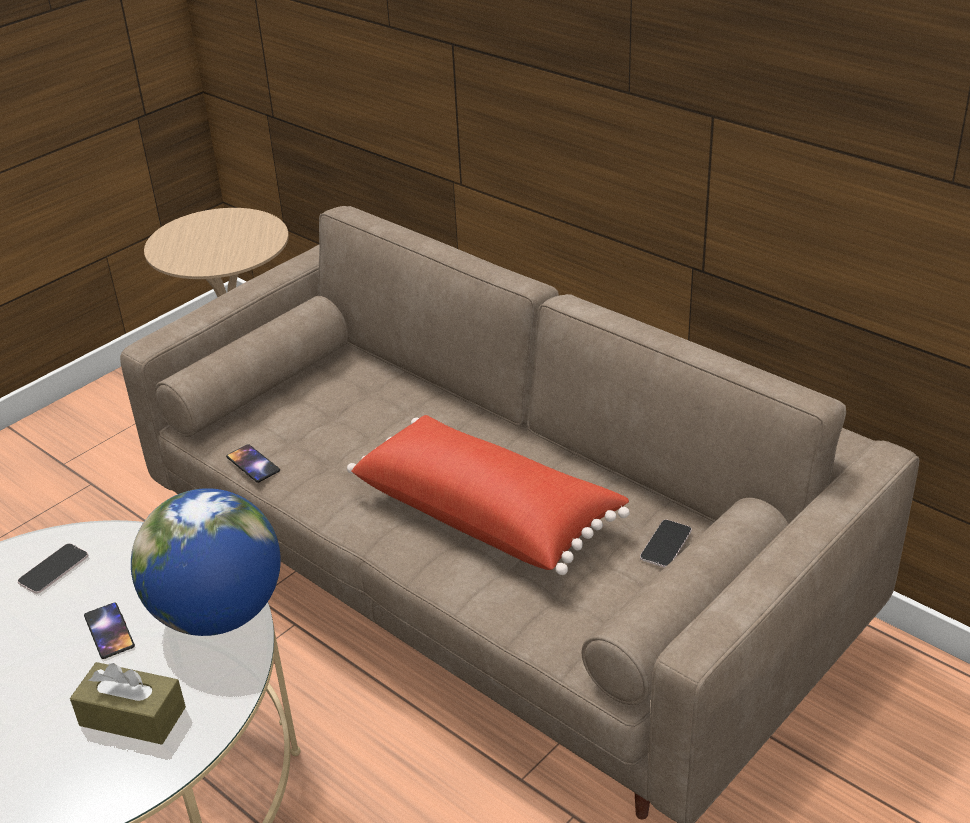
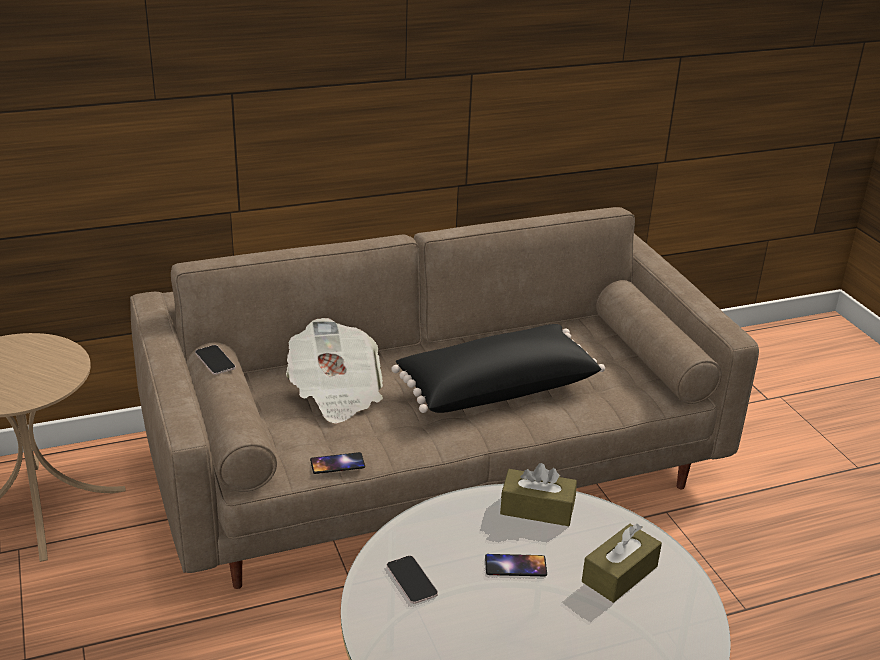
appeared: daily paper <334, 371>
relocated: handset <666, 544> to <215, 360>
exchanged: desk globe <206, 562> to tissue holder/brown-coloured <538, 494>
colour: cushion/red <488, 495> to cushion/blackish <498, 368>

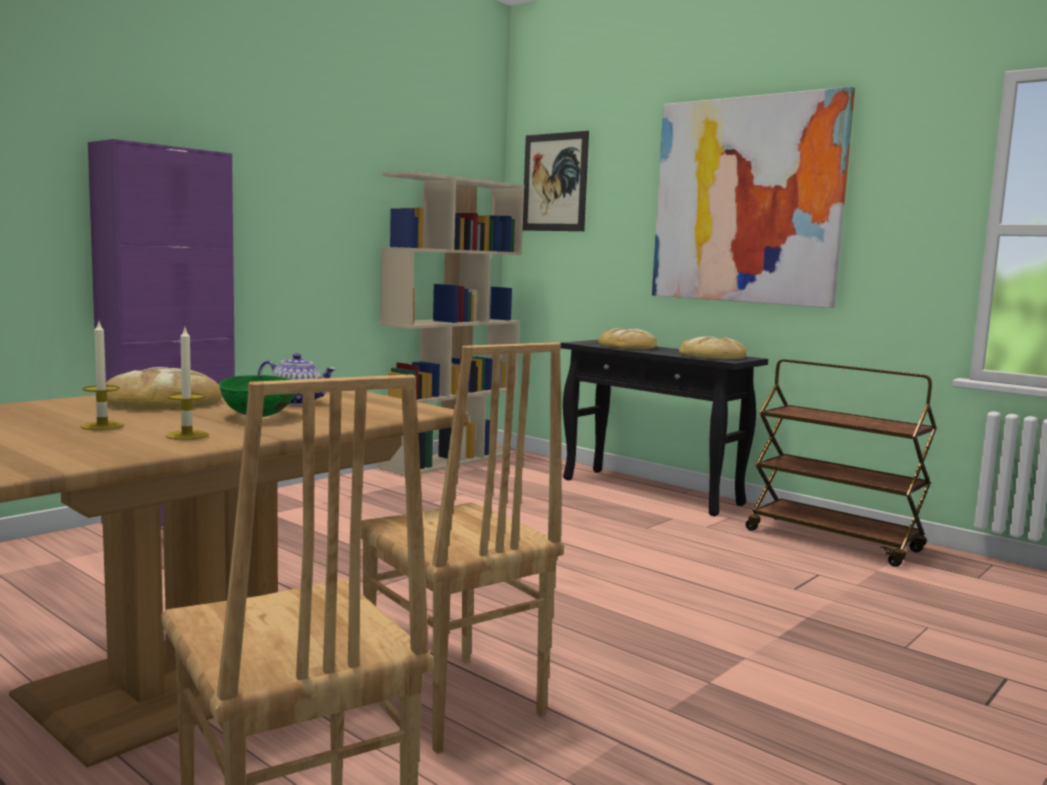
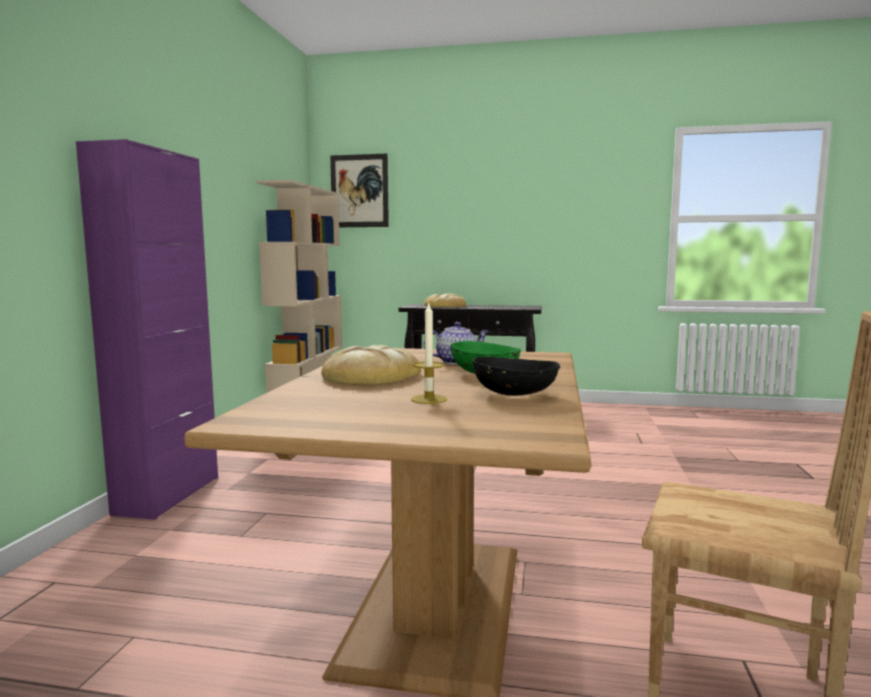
missing: upright chair/brown-coloured <462, 548>; picture <753, 197>; bread <713, 347>; trolley/brown-coloured <841, 463>
exchanged: wax light <187, 384> to deep dish/blackish <516, 376>

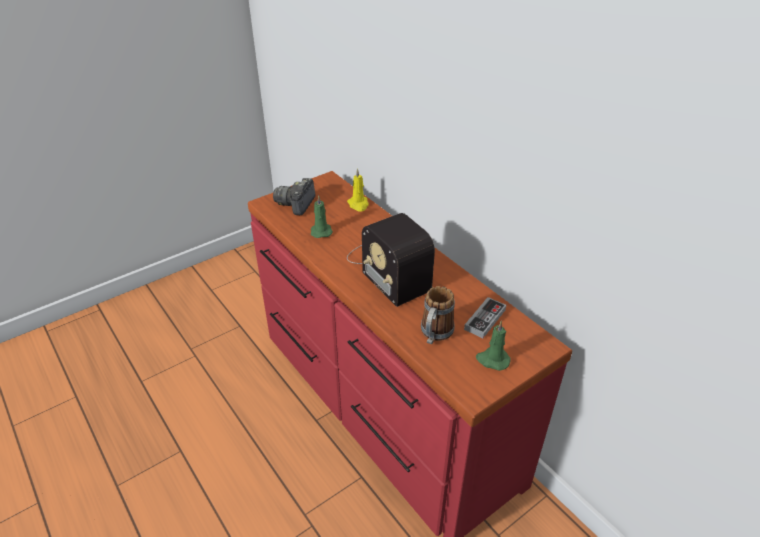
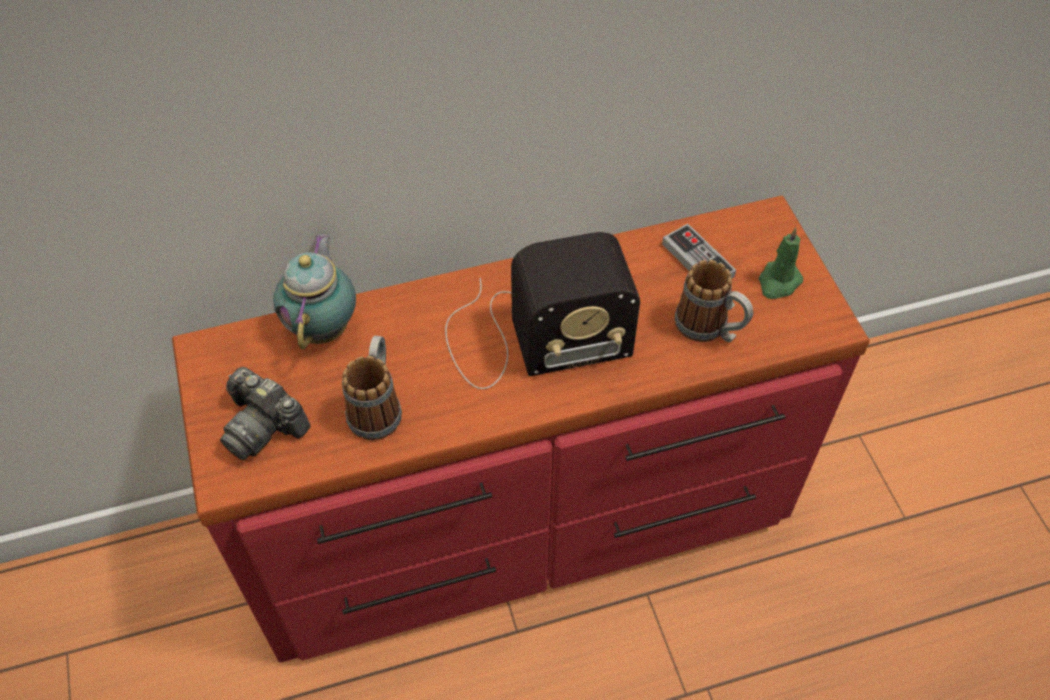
exchanged: wax light/green <322, 216> to tea mug <372, 388>; wax light/yellow-coloured <358, 190> to tea pot <314, 291>

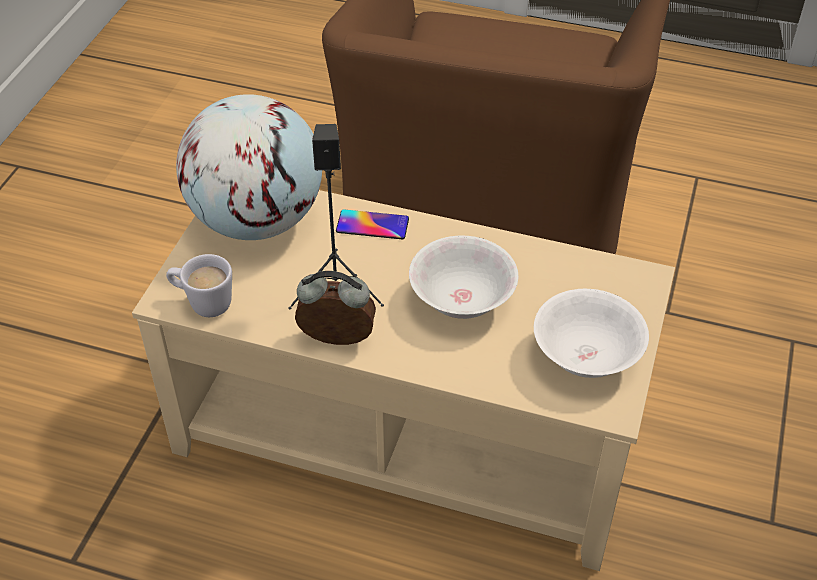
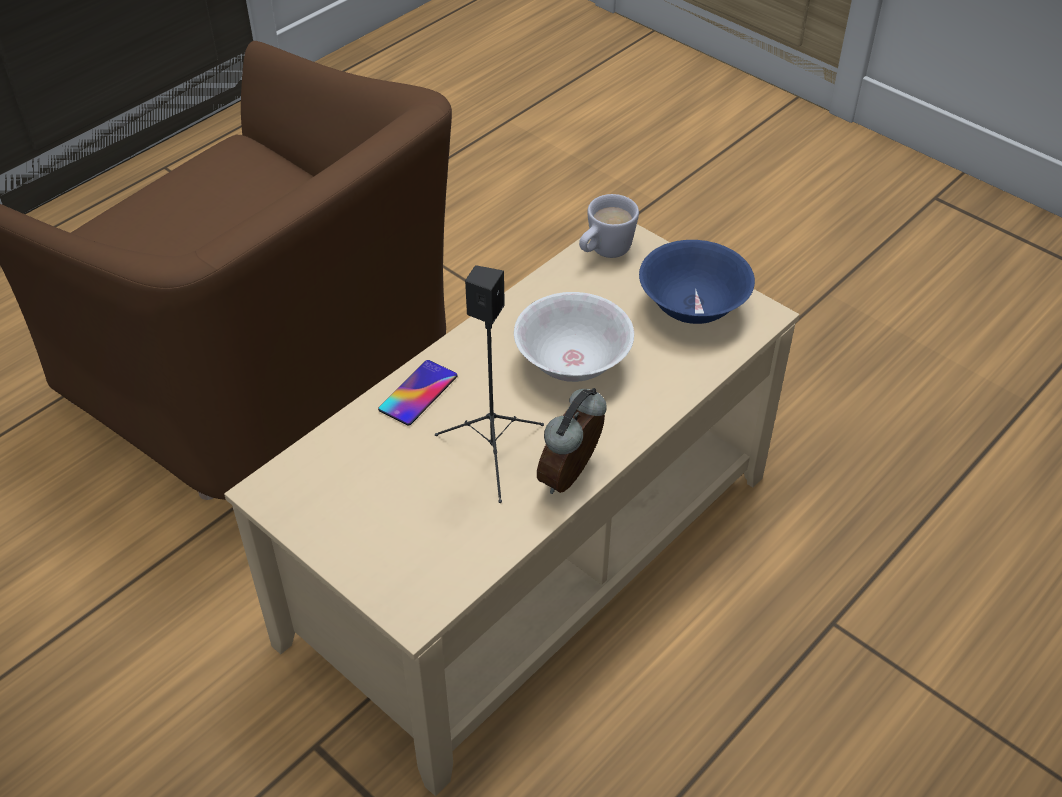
missing: desk globe <249, 167>
relocated: tea mug/whitish <199, 285> to <609, 226>
colour: deep dish/whitish <591, 333> to deep dish/blue <697, 282>

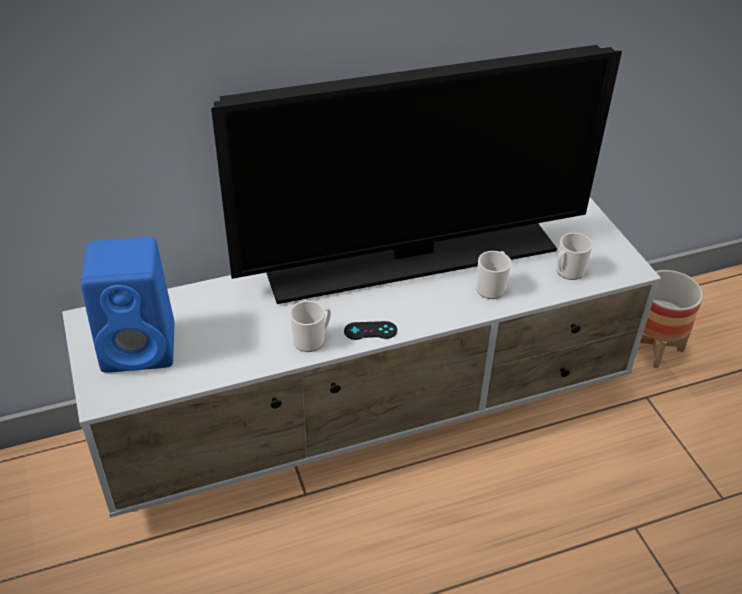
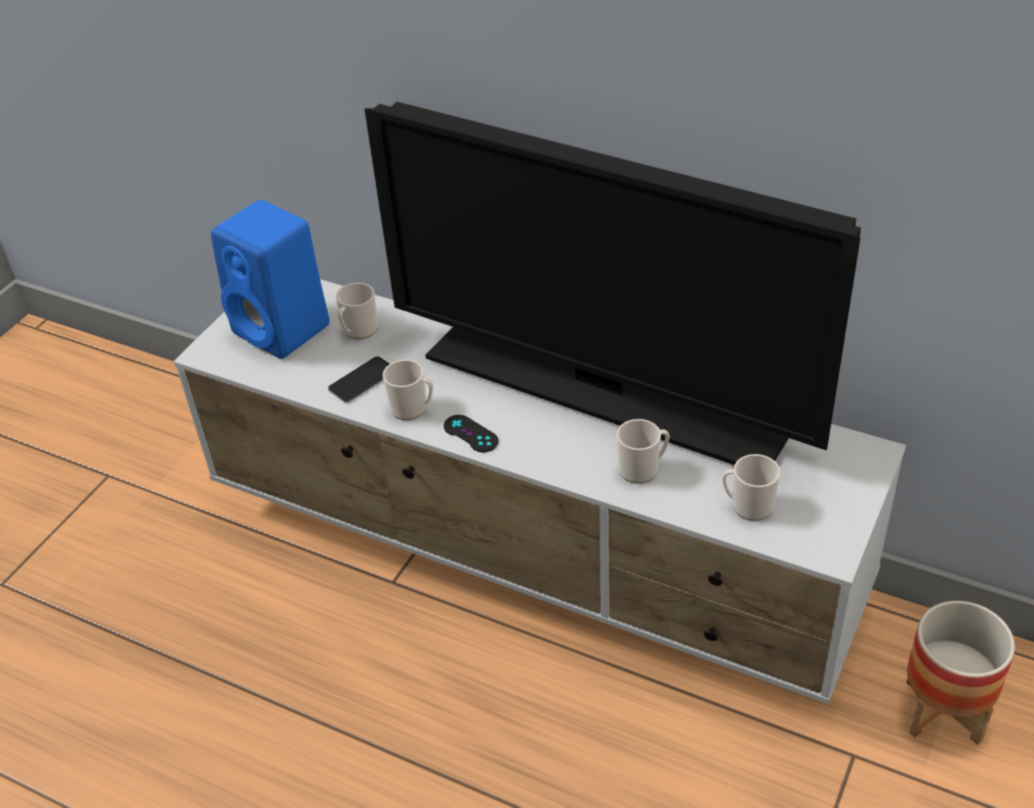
appeared: handset <359, 379>; tea mug <357, 311>

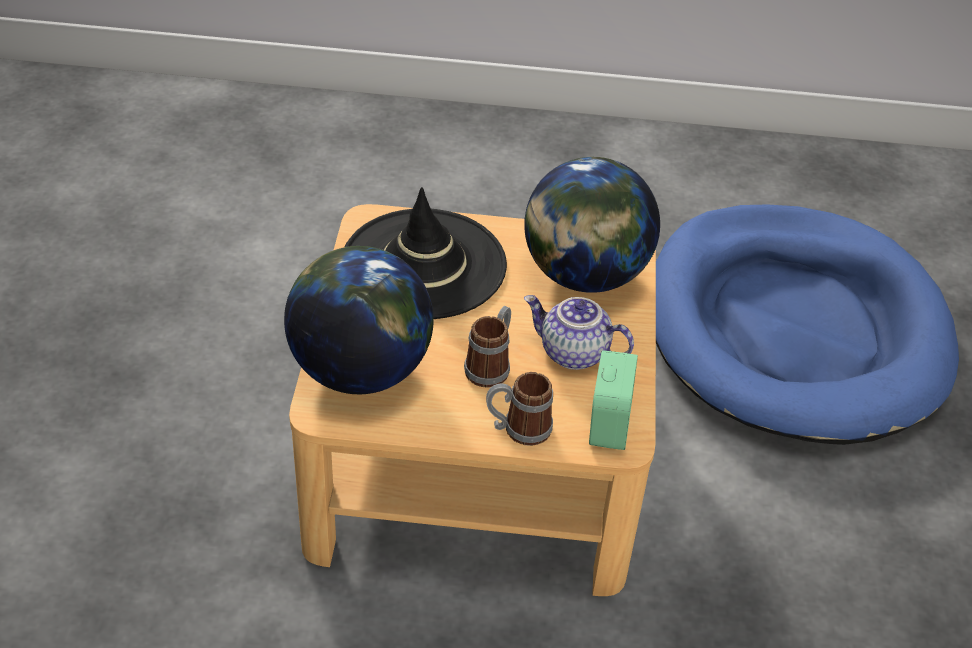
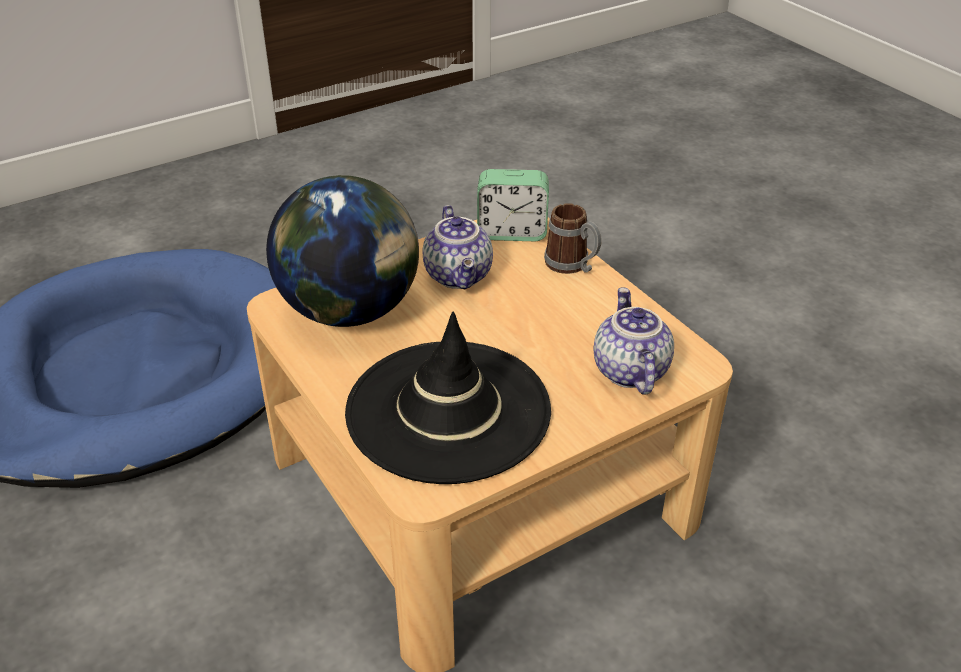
missing: tea mug <487, 347>
exchanged: desk globe <359, 320> to tea pot <634, 341>
spun: alarm clock <613, 400> = <513, 205> 150 degrees counterclockwise

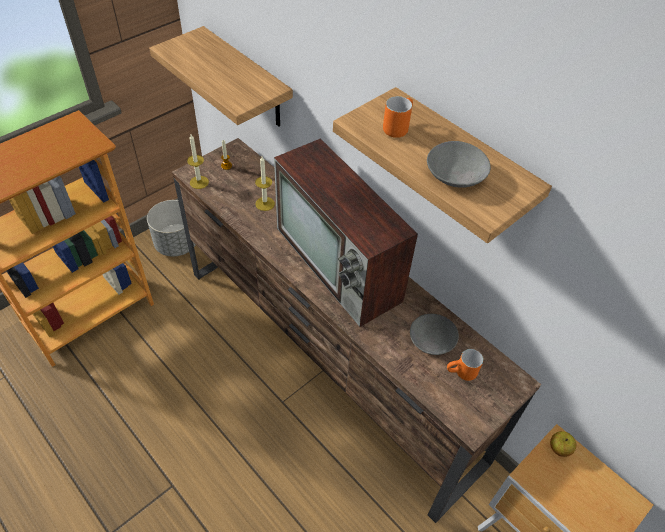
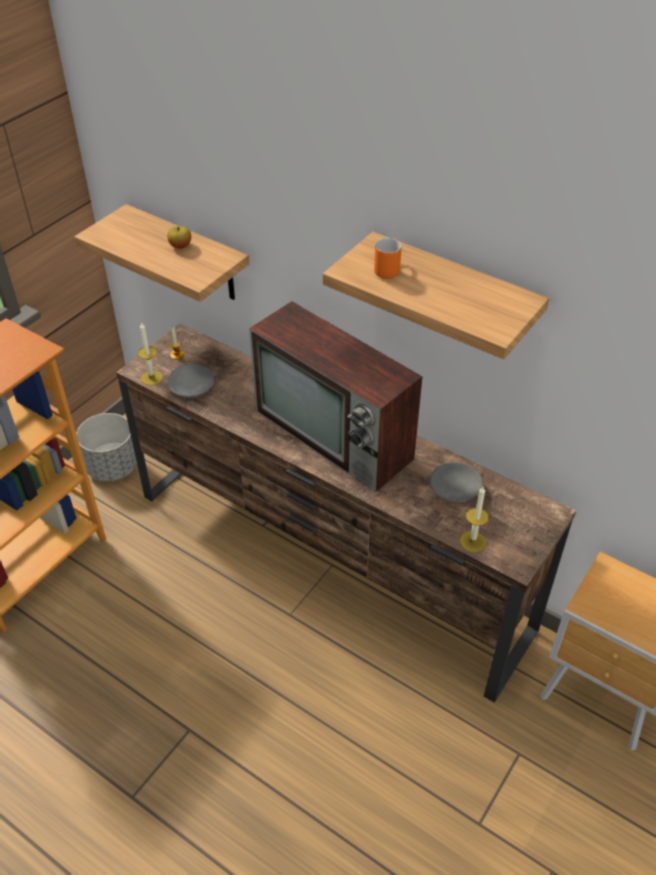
missing: tea mug/orange-coloured <465, 365>
relocated: wax light <265, 183> to <474, 519>; deep dish/gray <459, 164> to <190, 381>; whole apple <563, 444> to <179, 237>

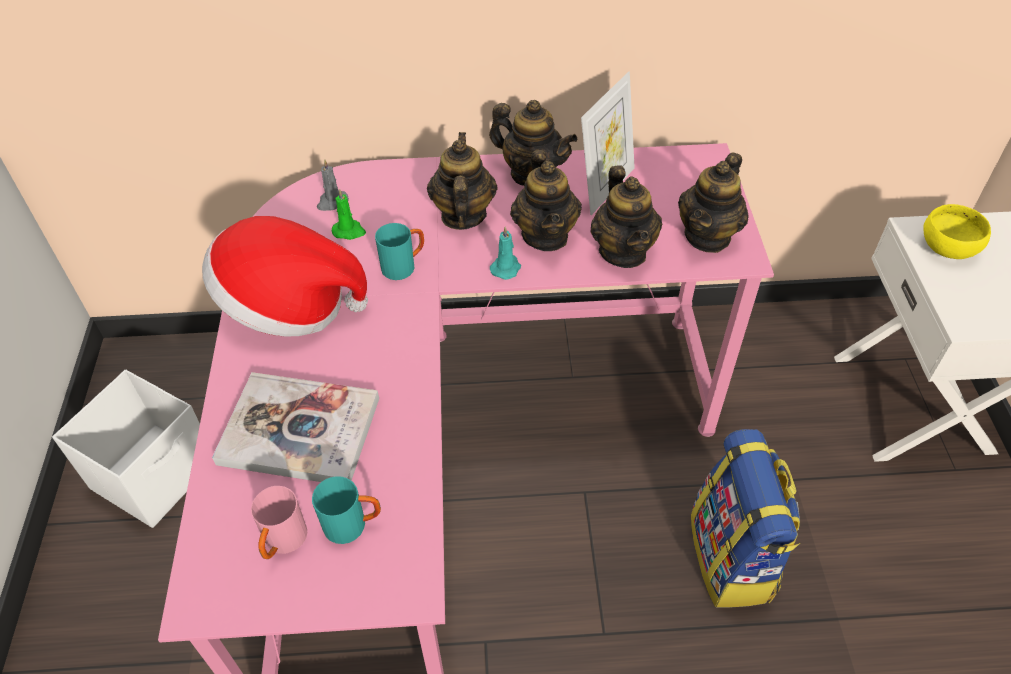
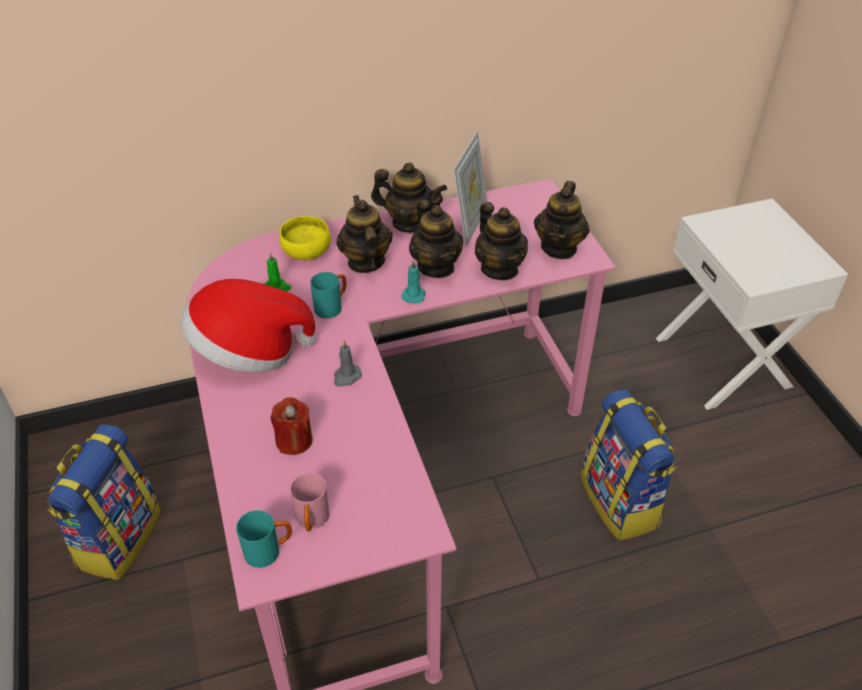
relocated: tea mug/turquoise <346, 510> to <264, 539>; wax light/gray <333, 185> to <348, 363>; deep dish/yellow-coloured <957, 231> to <305, 238>
exchanged: storage box/whitish <126, 449> to backpack <104, 502>; book <295, 427> to wax light/red <291, 426>

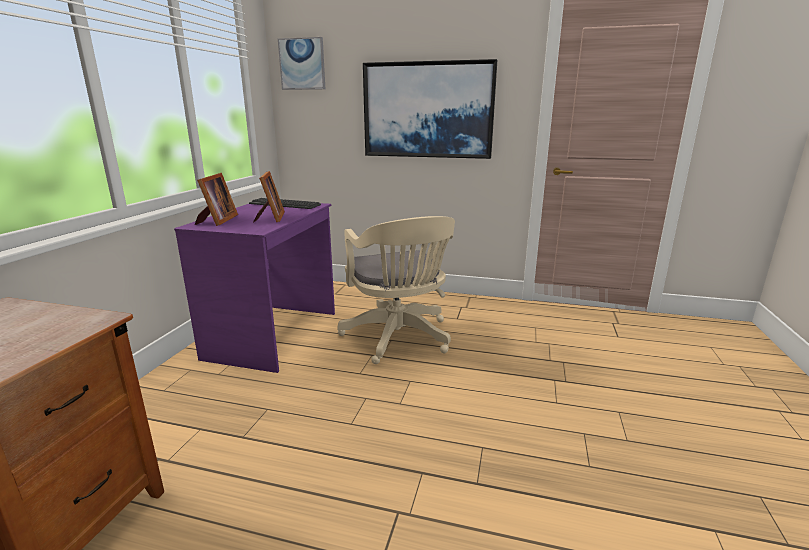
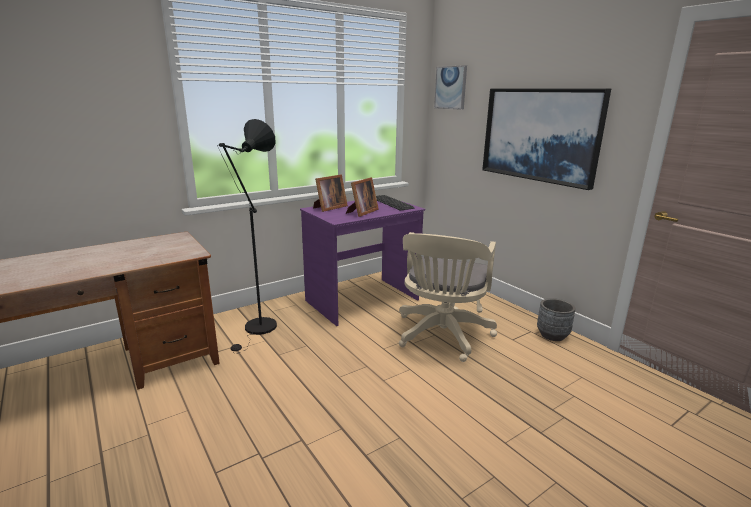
appeared: floor lamp/blackish <248, 236>; planter/gray <556, 319>

